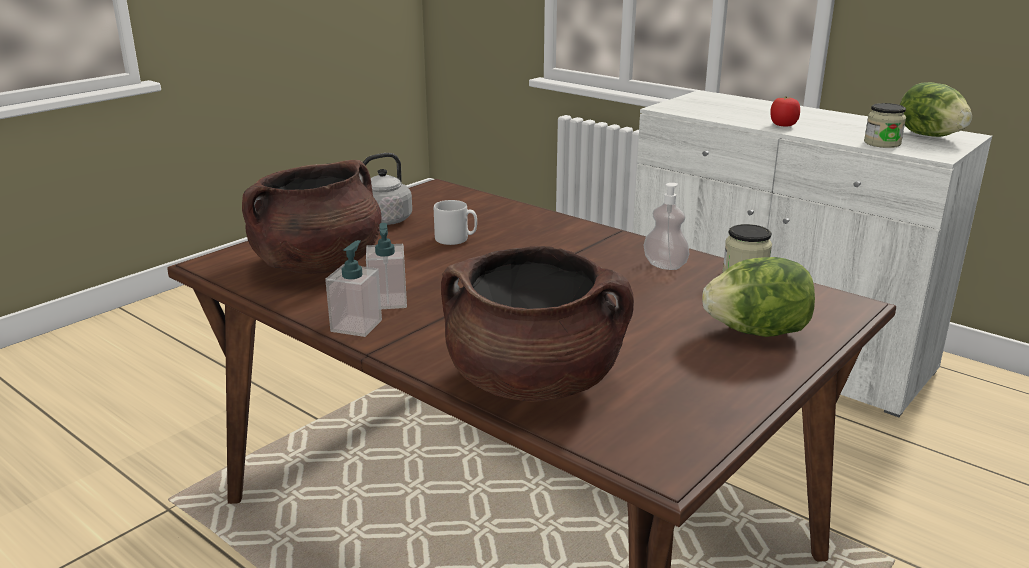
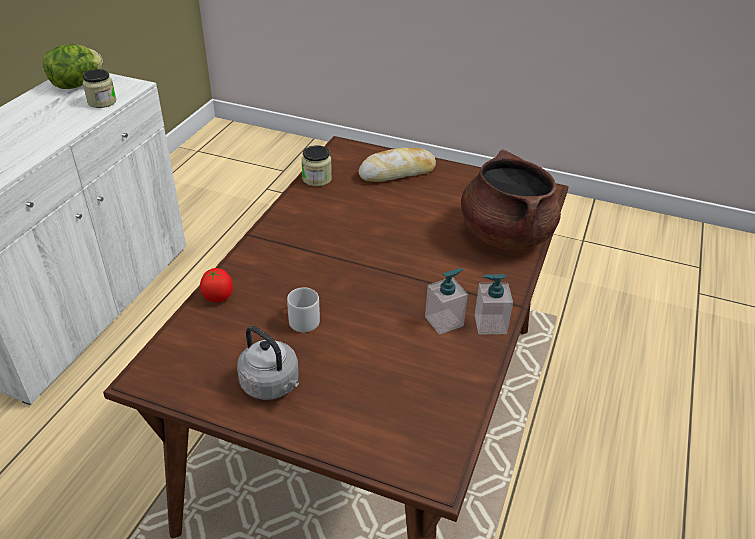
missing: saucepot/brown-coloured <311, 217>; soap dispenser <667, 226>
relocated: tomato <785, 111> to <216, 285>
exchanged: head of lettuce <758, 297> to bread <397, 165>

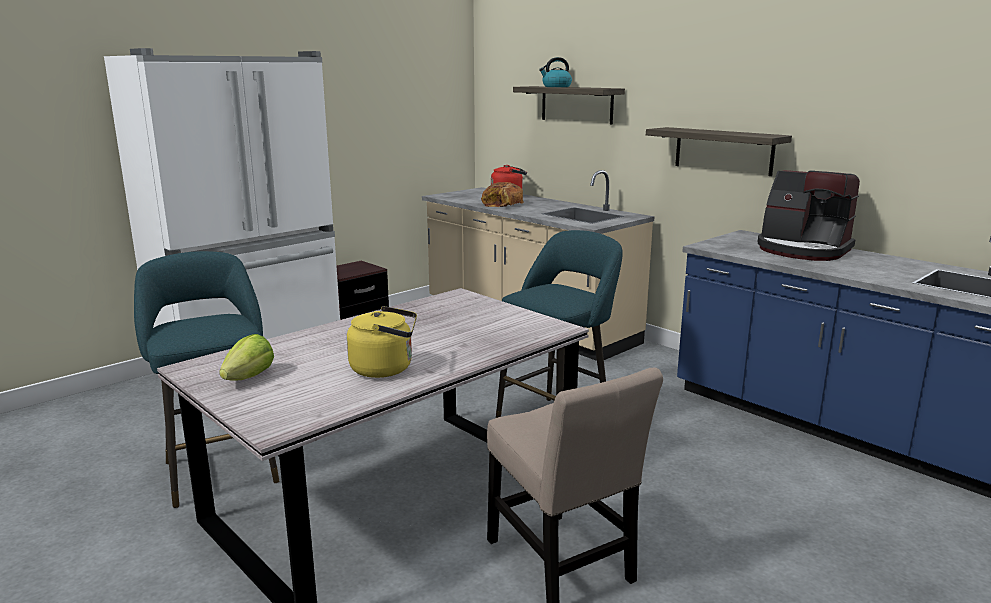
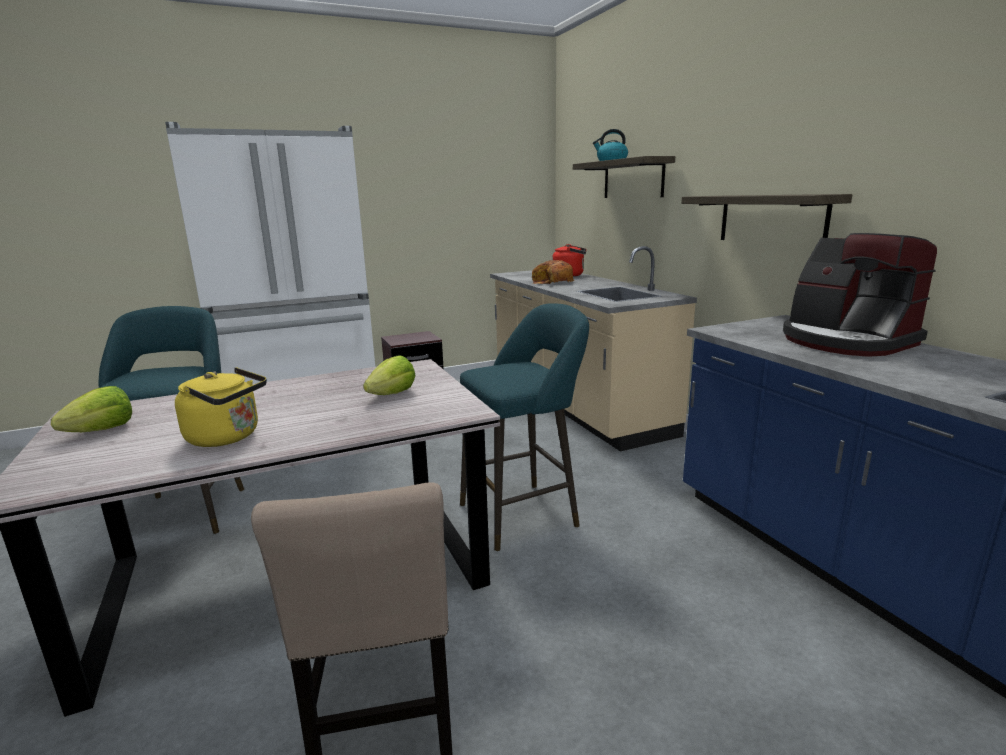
appeared: head of lettuce <389, 375>

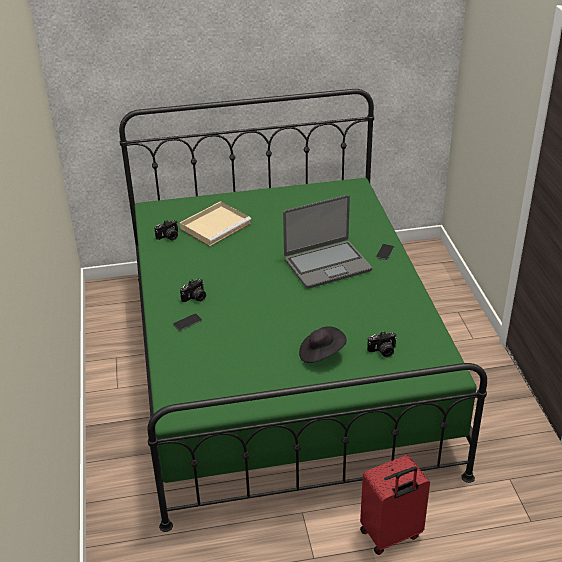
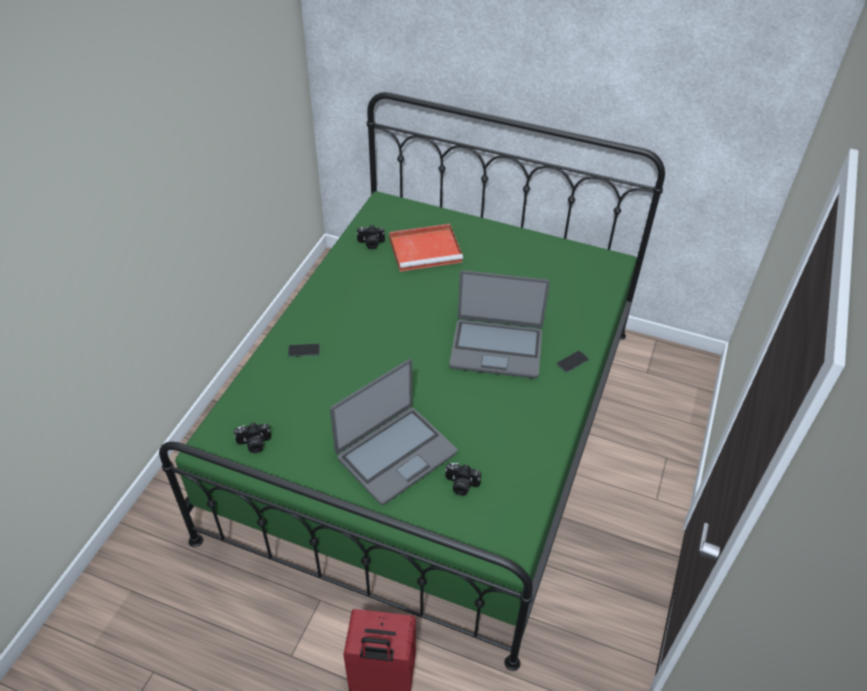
relocated: still camera <193, 290> to <252, 438>
exchanged: clothing hat/blackish <323, 344> to portable computer <394, 432>
colour: carrying tray/beige <215, 223> to carrying tray/red <426, 248>

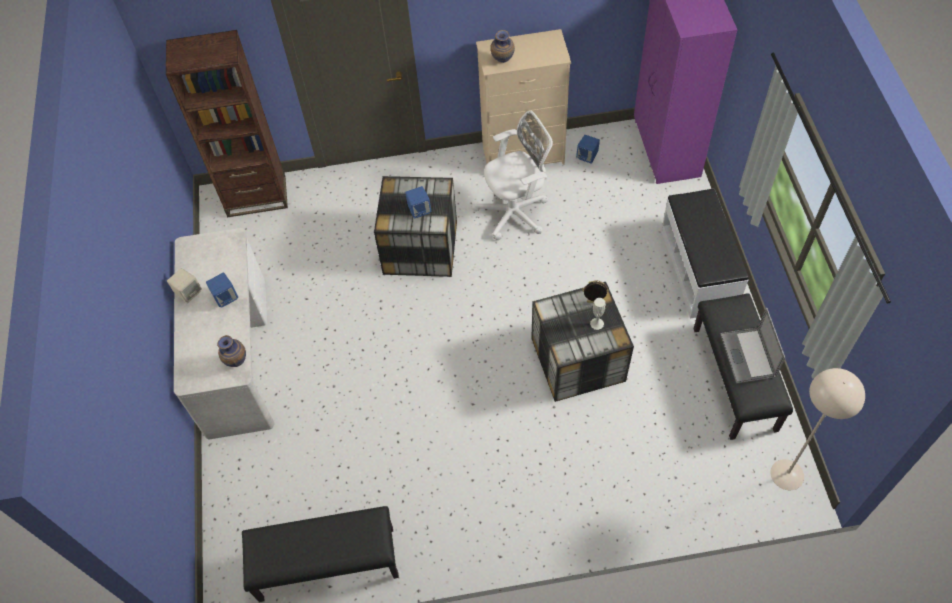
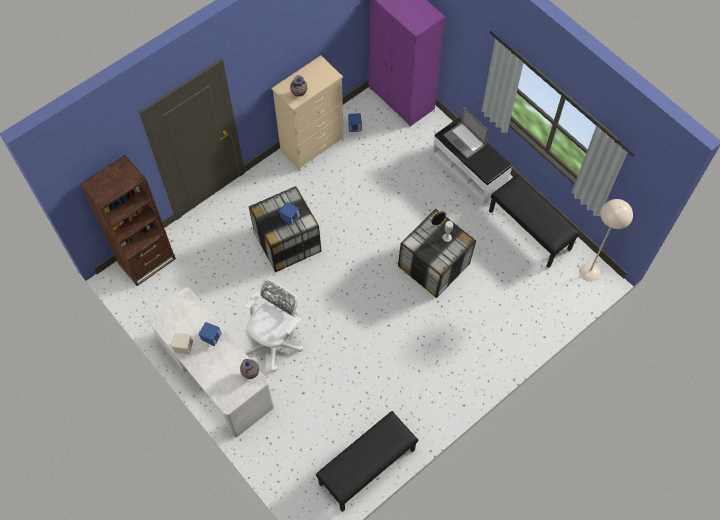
relocated: office chair/whitish <512, 175> to <274, 325>; portable computer <752, 345> to <466, 132>

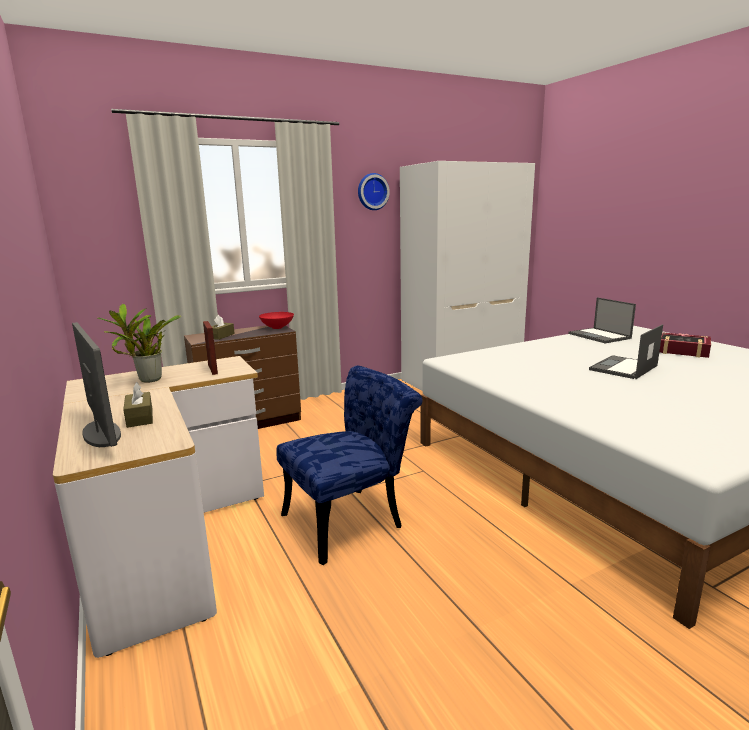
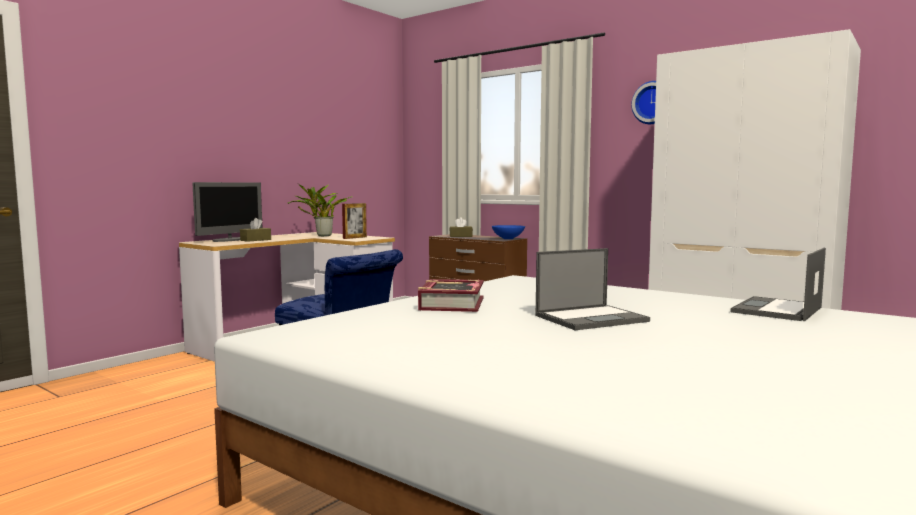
relocated: book <685, 345> to <451, 295>
colour: deep dish/red <276, 320> to deep dish/blue <508, 232>
spun: portable computer <626, 351> = <593, 289> 135 degrees clockwise

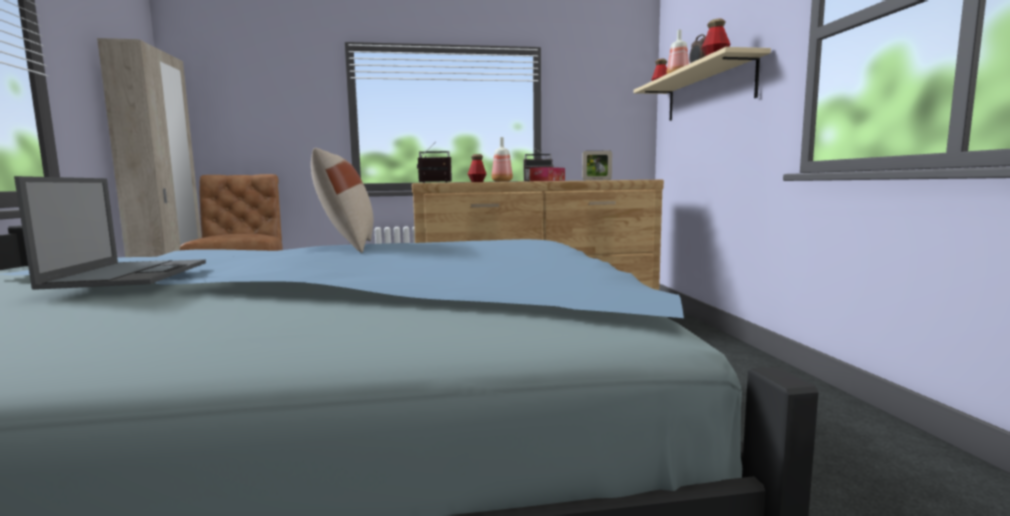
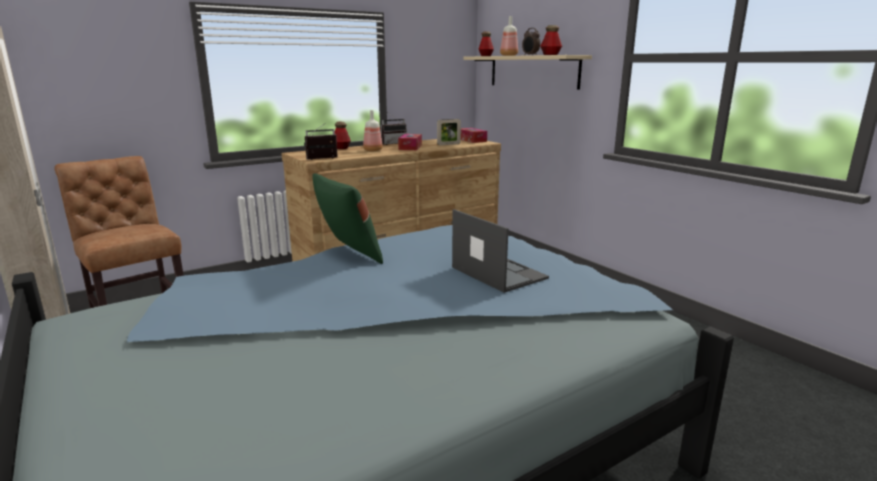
appeared: tissue holder <474, 135>
relocated: portable computer <110, 233> to <500, 251>
colour: cushion/beige <342, 200> to cushion/green <347, 218>

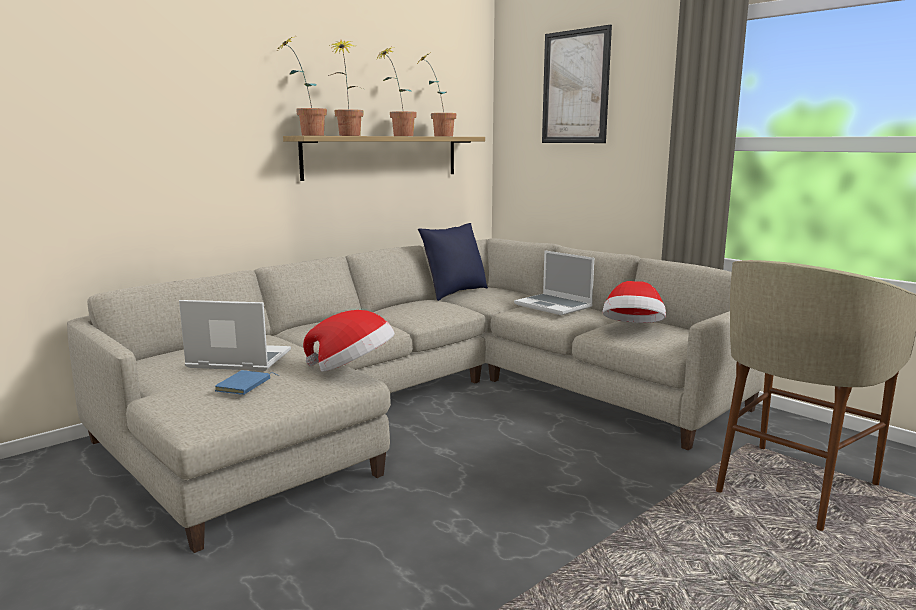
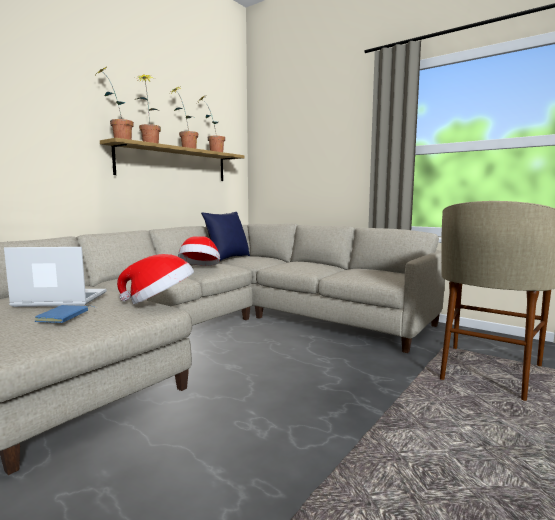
missing: portable computer <554, 282>; picture <577, 84>
relocated: clothing hat <634, 302> to <199, 251>

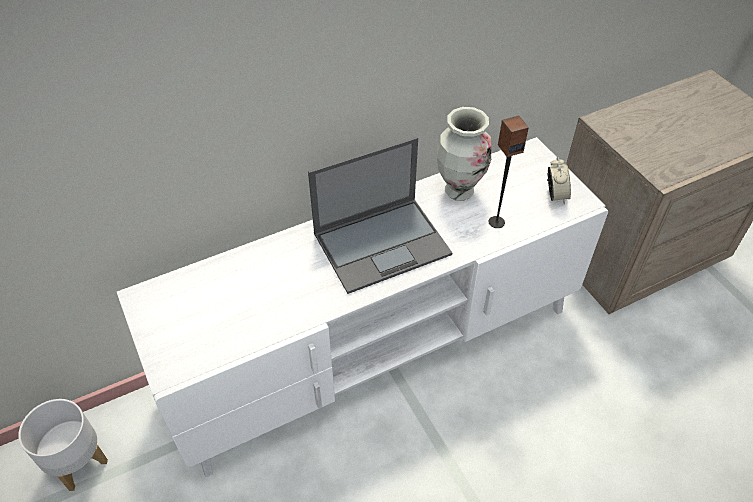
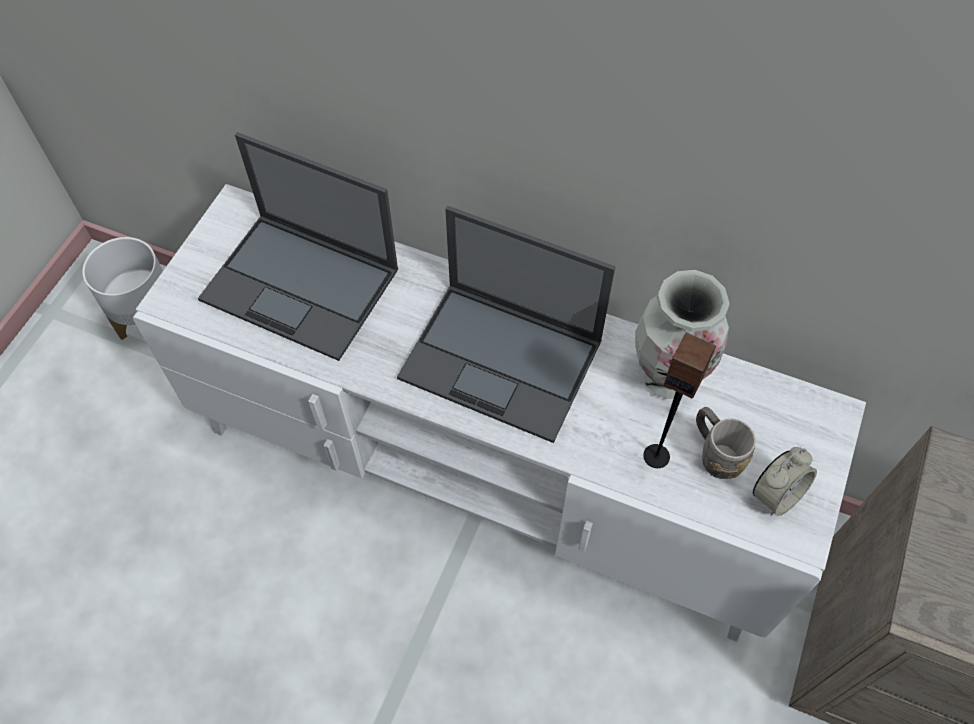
appeared: portable computer <298, 246>; tea mug/gray <726, 443>

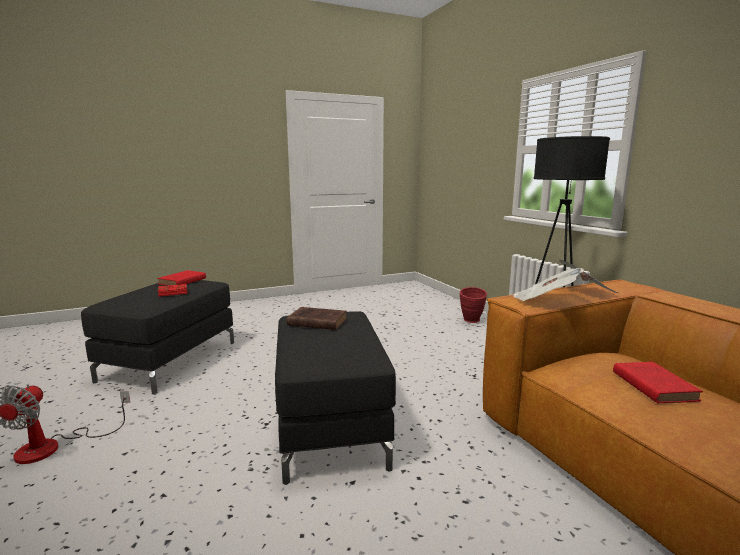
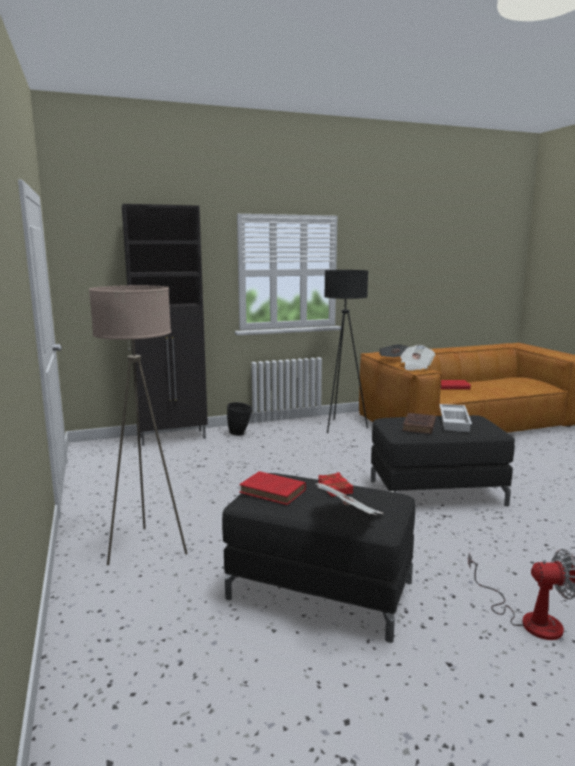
appeared: floor lamp/beige <138, 425>; storage cabinet/blackish <165, 325>; daily paper <349, 499>; carrying tray/whitish <455, 418>
colour: flower vase/red <473, 305> to flower vase/blackish <239, 419>

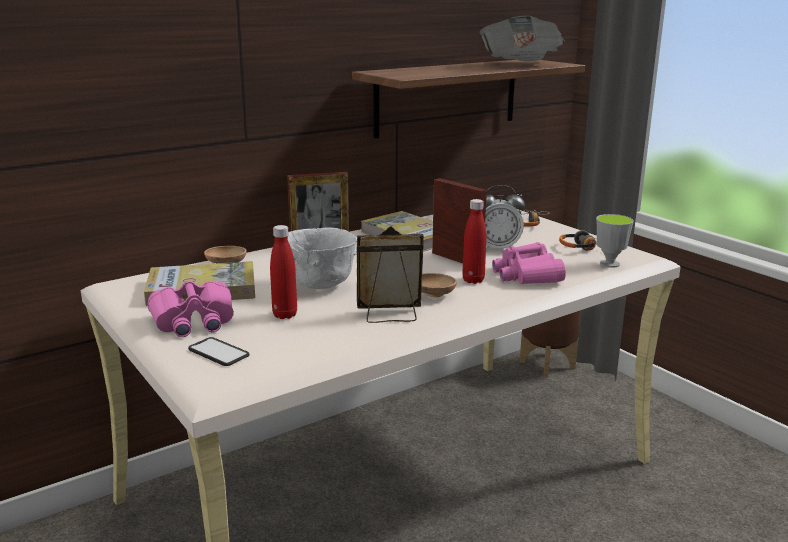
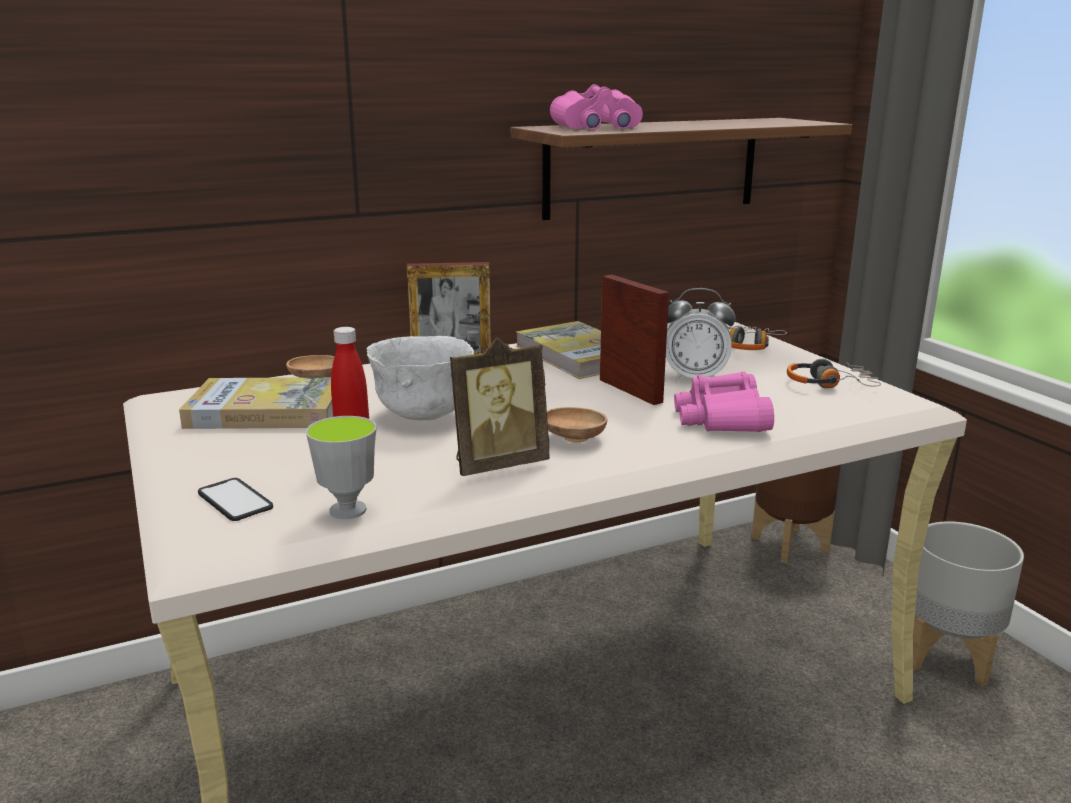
missing: beverage bottle/red <474, 241>; daily paper <522, 38>
appeared: planter/gray <968, 603>
relocated: binoculars/pink-coloured <191, 309> to <596, 107>; cup <615, 241> to <341, 467>
spun: standing frame <390, 274> = <500, 407> 150 degrees clockwise

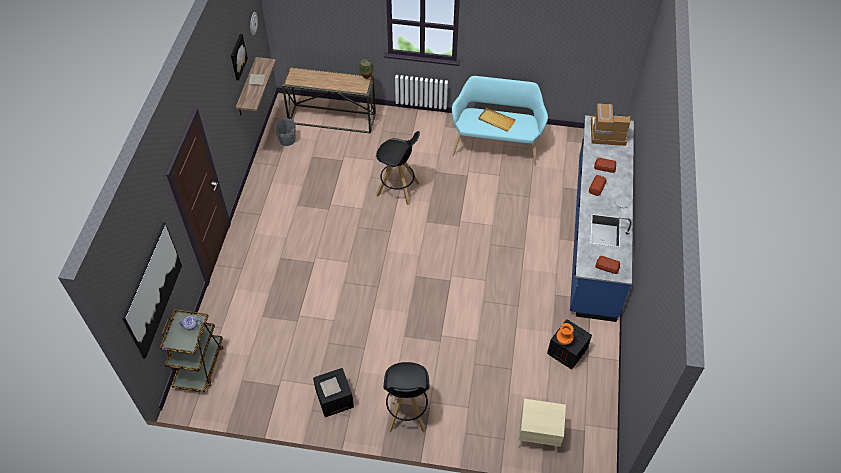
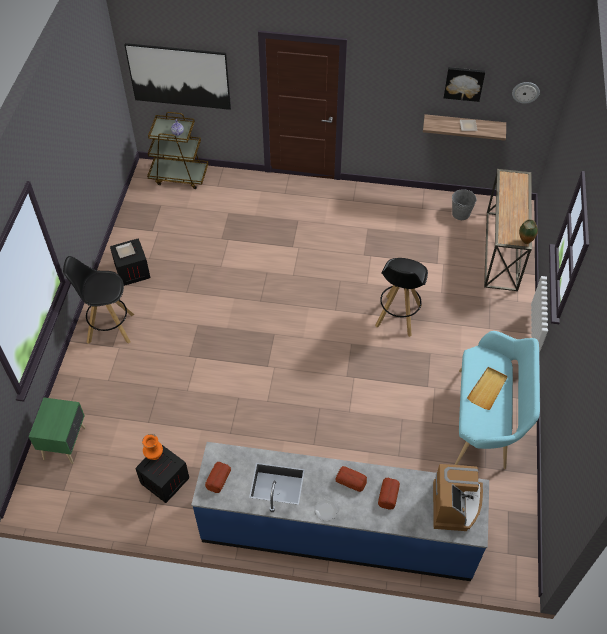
colour: nightstand/beige <542, 426> to nightstand/green <57, 431>

